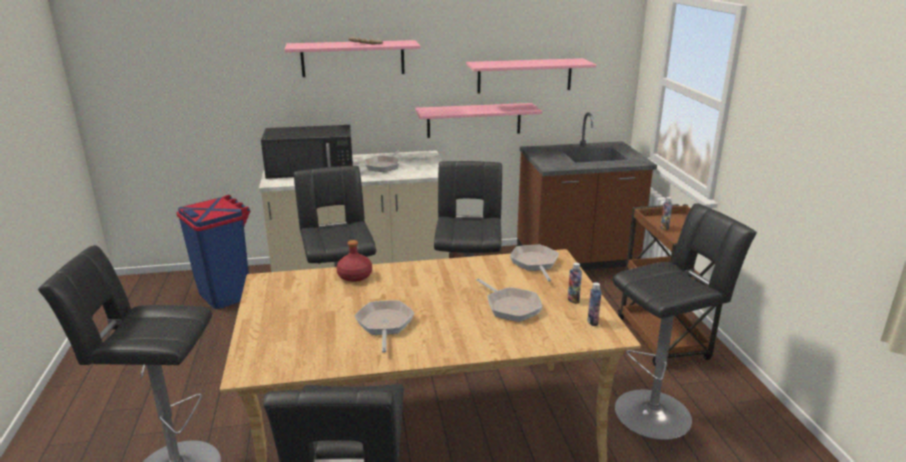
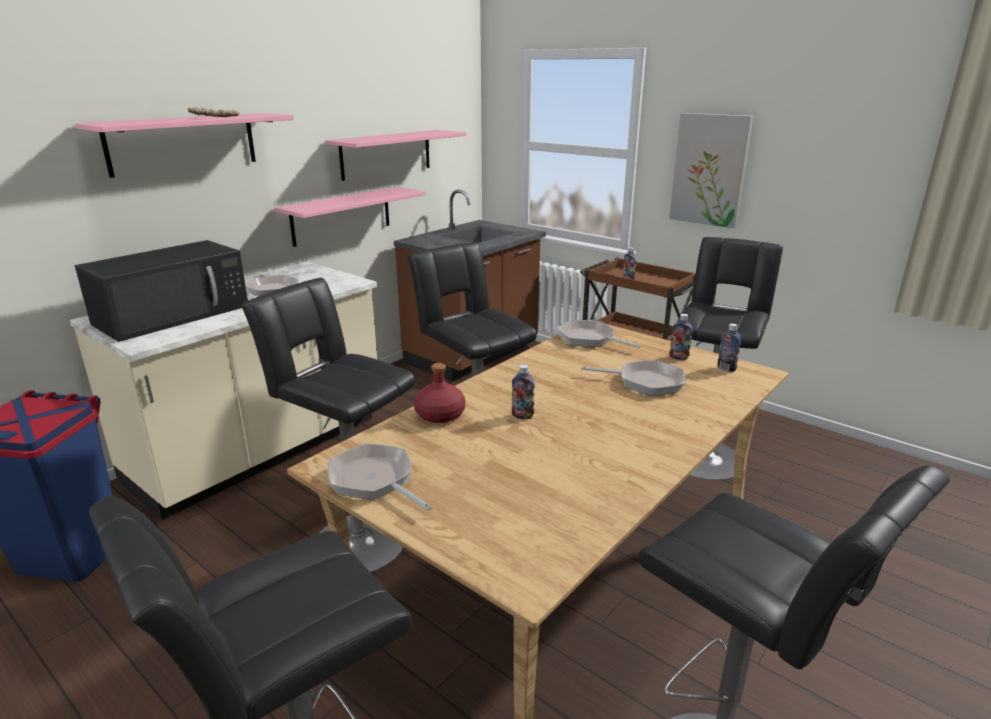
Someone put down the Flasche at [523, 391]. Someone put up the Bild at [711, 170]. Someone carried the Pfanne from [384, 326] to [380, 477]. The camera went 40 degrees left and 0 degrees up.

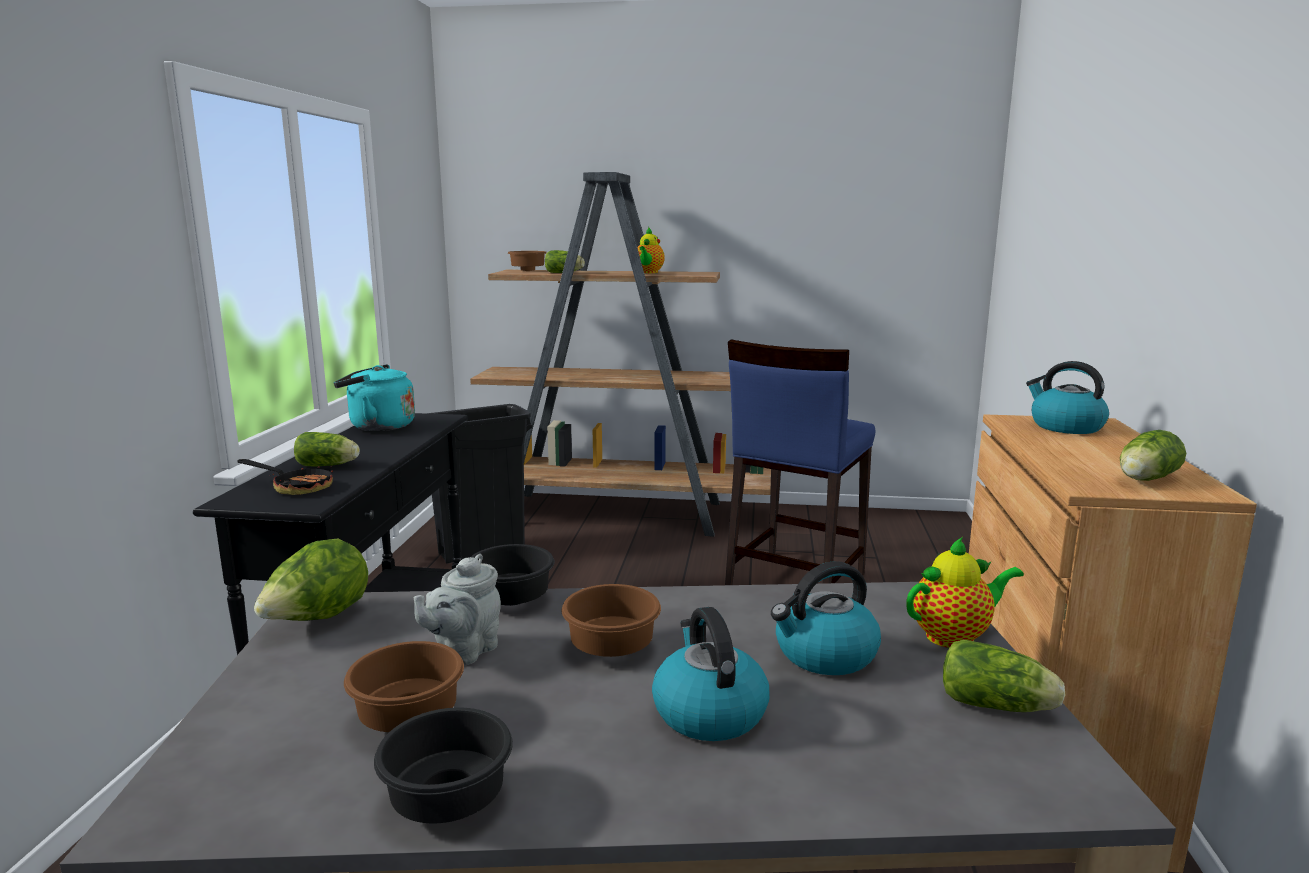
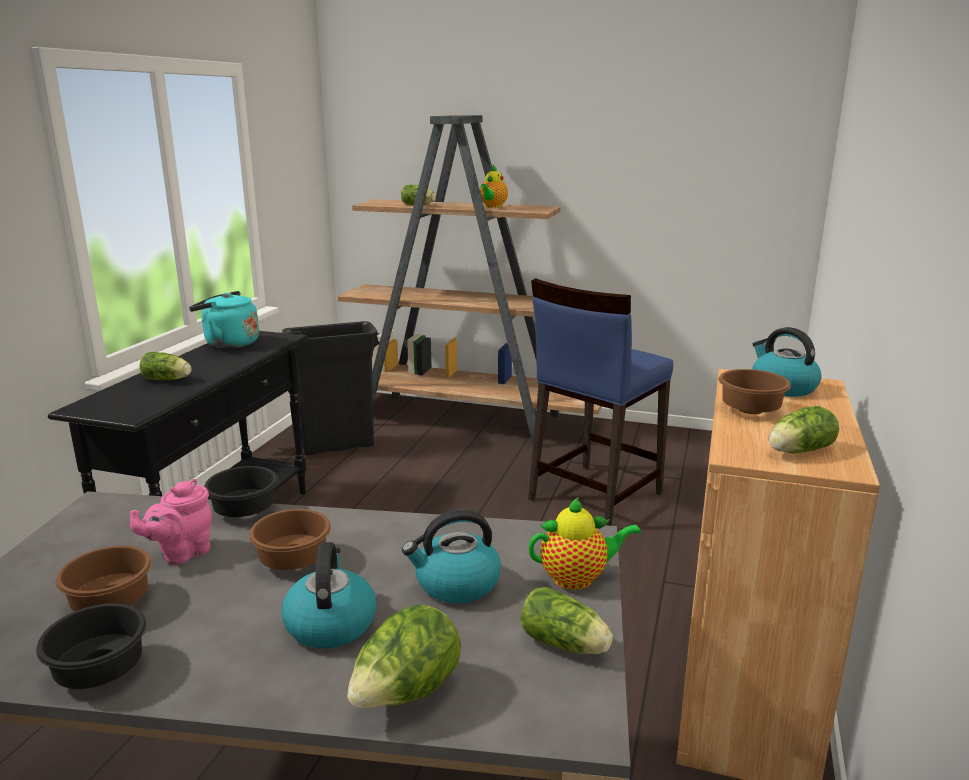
Someone took away the Pfanne at [285, 477]. Someone carried the Salatkopf from [311, 580] to [404, 656]. Someone carried the Schüssel [braun] from [527, 261] to [755, 391]. Someone repainted the Teekanne [grau] at [457, 609], which became the Teekanne [rosa] at [171, 522]. The camera went 10 degrees right and 5 degrees up.

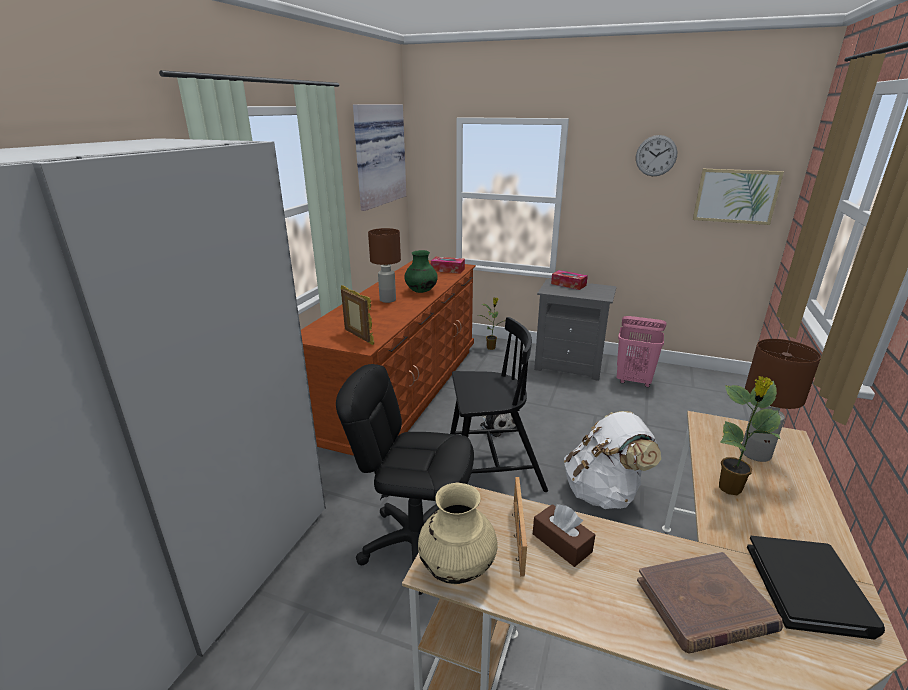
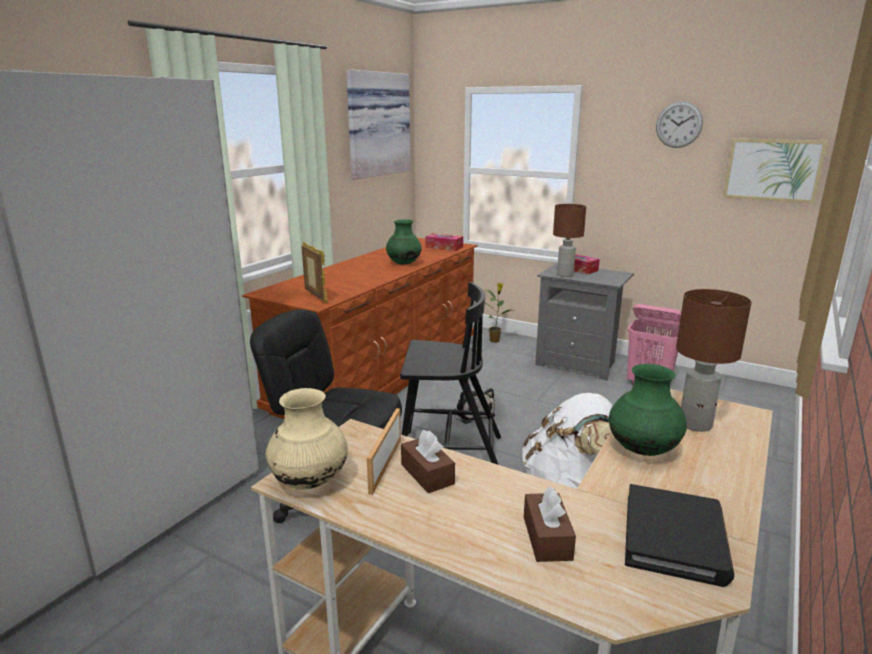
Someone carried the Tischlampe [braun] from [384, 265] to [569, 240]. Someone swapped the Buch [braun] at [710, 603] for the Taschentuchbox [braun] at [550, 524]. Someone swapped the Topfpflanze at [750, 435] for the Vase [grün] at [648, 410]. The camera went 10 degrees right and 5 degrees down.

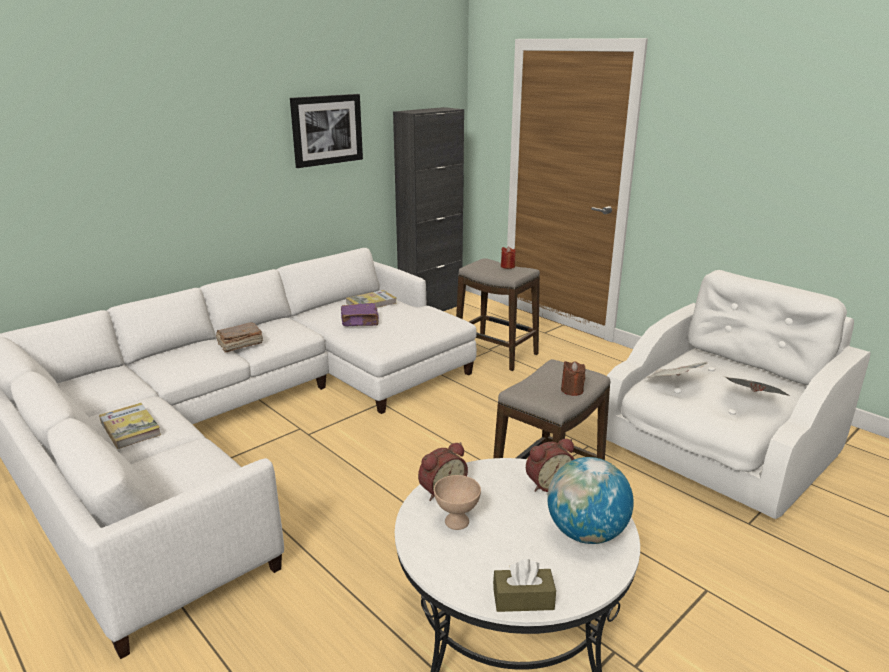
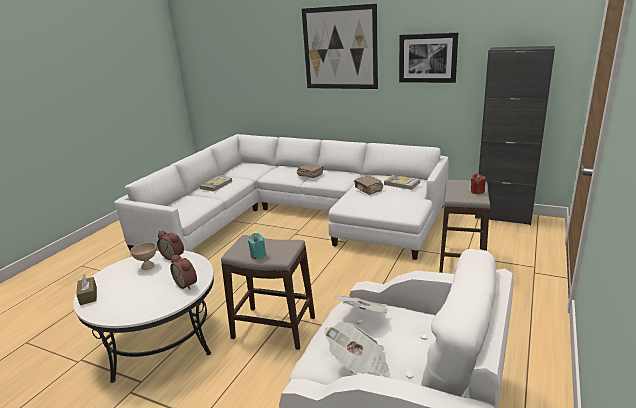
Someone took away the Globus at [590, 500]. Someone put up the Bild at [340, 46]. Someone repainted the Buch [lila] at [360, 314], which became the Buch [braun] at [368, 185]. Someone repainted the Kerze [braun] at [573, 378], which became the Kerze [türkis] at [257, 246]. The camera went 70 degrees right and 0 degrees up.

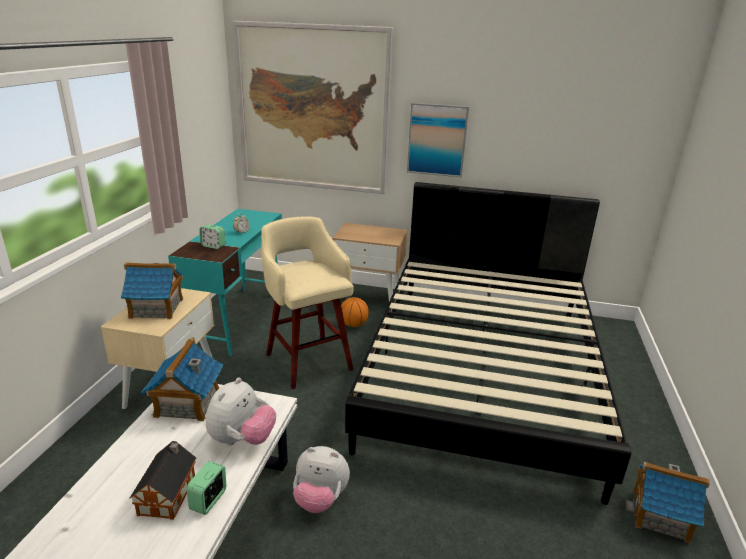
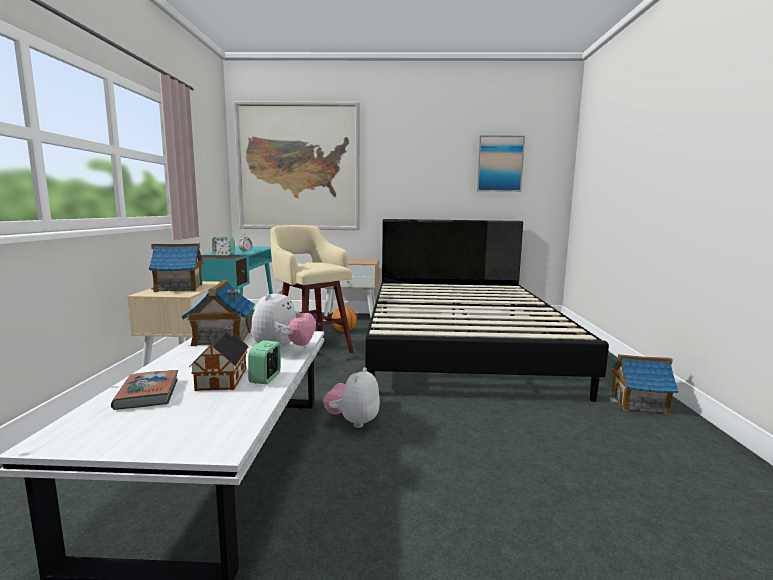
Someone put down the Buch at [144, 390]. Someone carried the Bild from [438, 140] to [501, 163]. Someone rotated the Plüschtier at [321, 479] by 105 degrees clockwise. The camera went 10 degrees left and 15 degrees down.

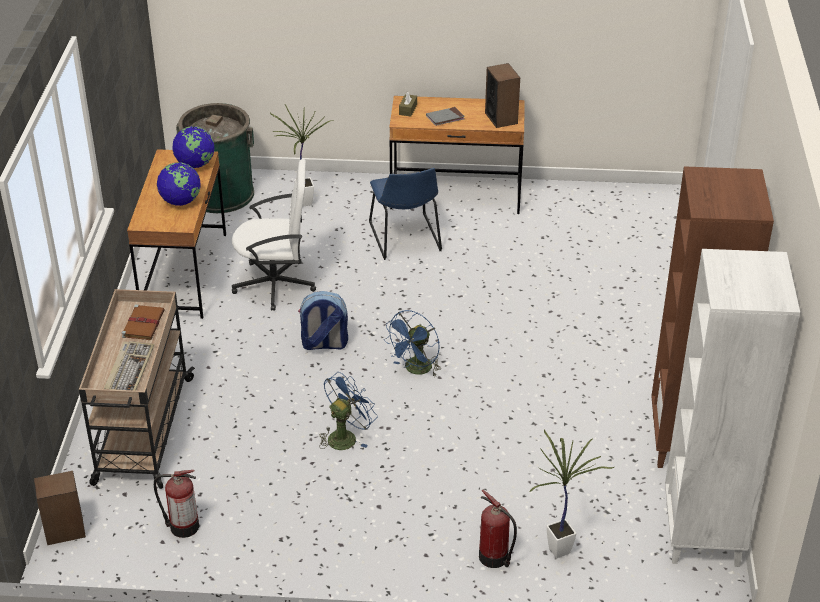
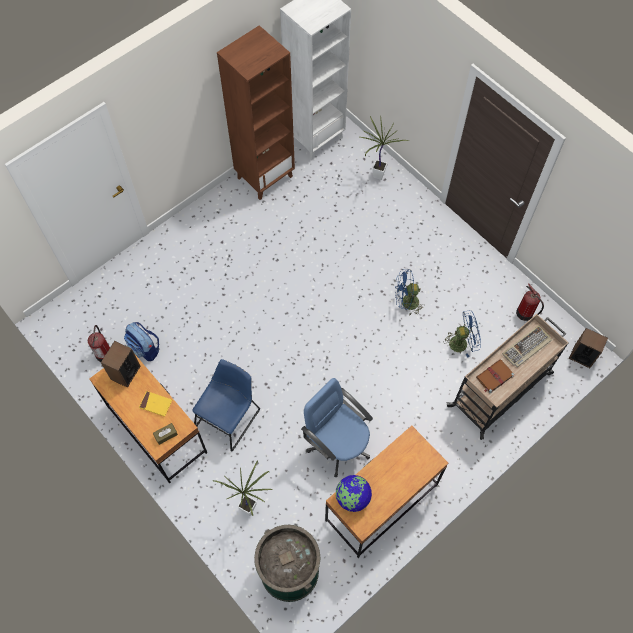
Someone took away the Globus at [179, 184]. Someone carried the Rucksack from [323, 320] to [141, 341]. Someone carried the Ventilator [blau] from [412, 343] to [462, 333]. Someone carried the Feuerlöscher from [498, 529] to [99, 343]. Someone repainted the Bürostuhl [weiß] at [274, 235], which became the Bürostuhl [blau] at [337, 428]. Someone repainted the Buch [grau] at [445, 116], which became the Buch [gelb] at [155, 404]. The camera went 135 degrees left and 25 degrees up.

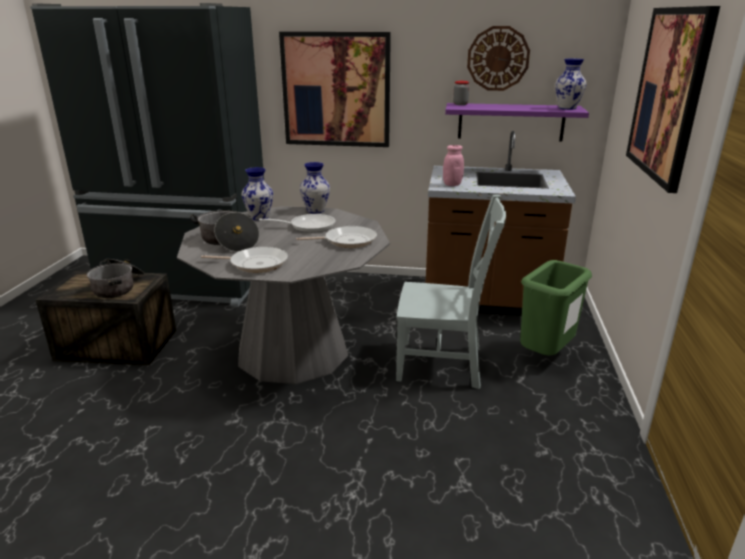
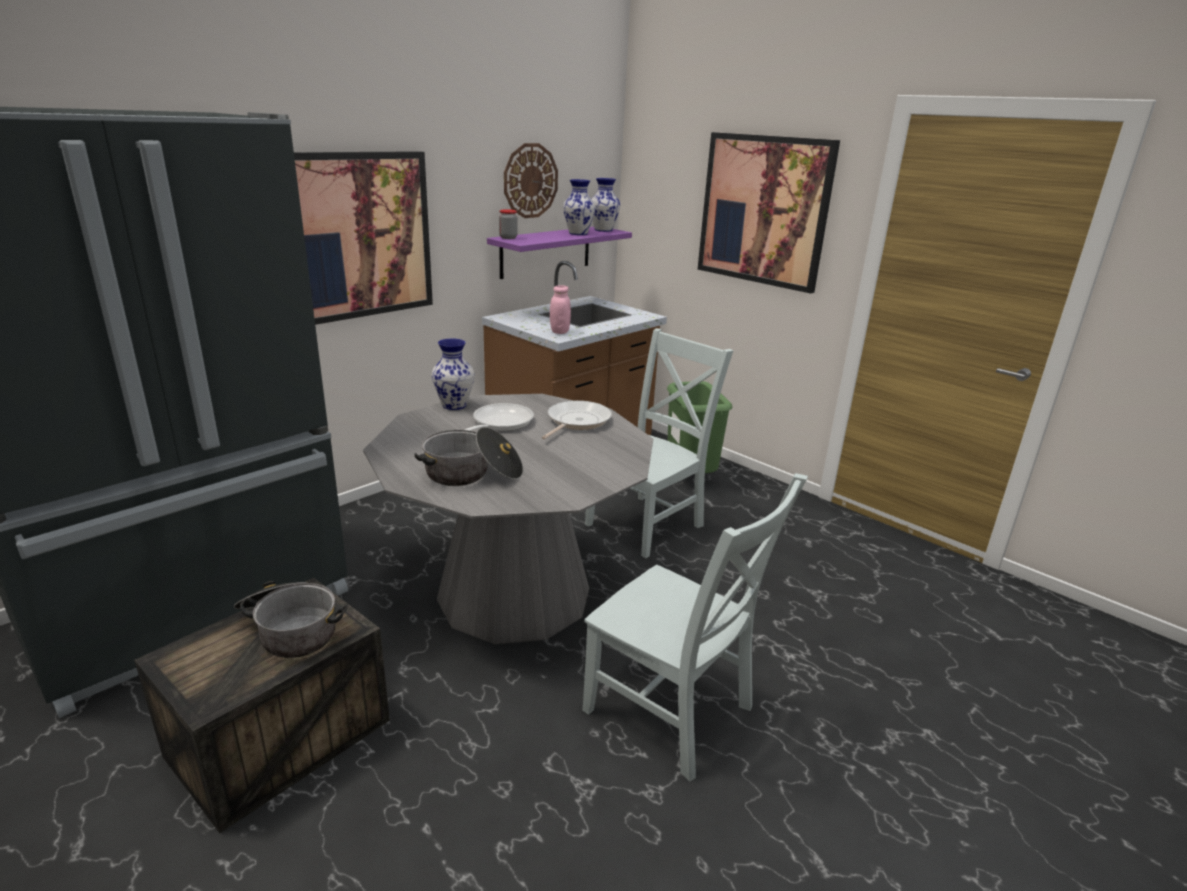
Someone took away the Pfanne at [244, 260]. Someone put down the Stuhl [grau] at [695, 627]. Someone carried the Vase from [257, 194] to [579, 207]. The camera went 55 degrees left and 0 degrees up.

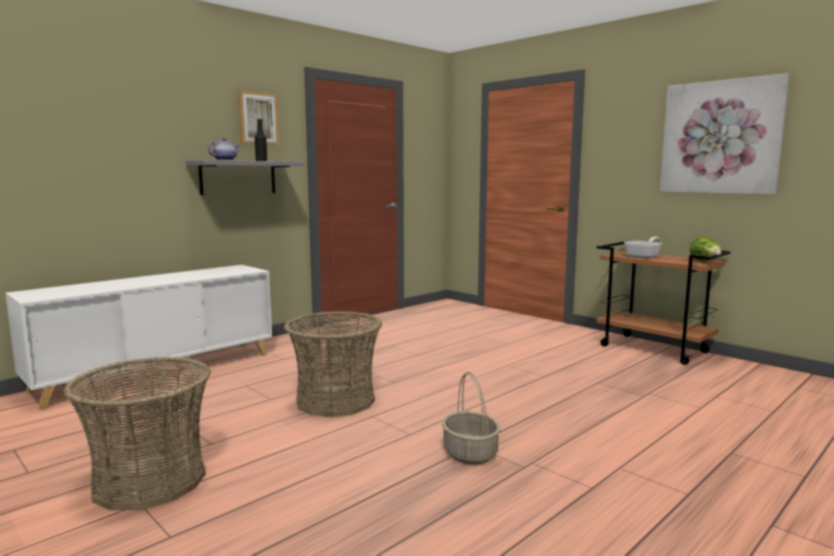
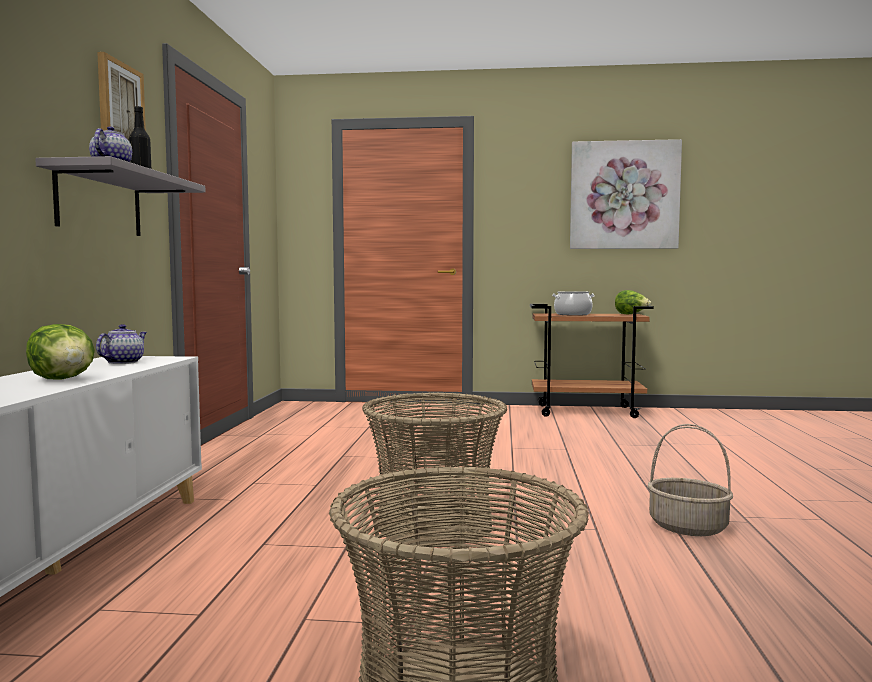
Someone put down the Salatkopf at [60, 352]. Someone put down the Teekanne at [121, 344]. Someone swapped the Pfanne at [643, 247] for the Kochtopf at [573, 303]. The camera went 40 degrees left and 5 degrees down.

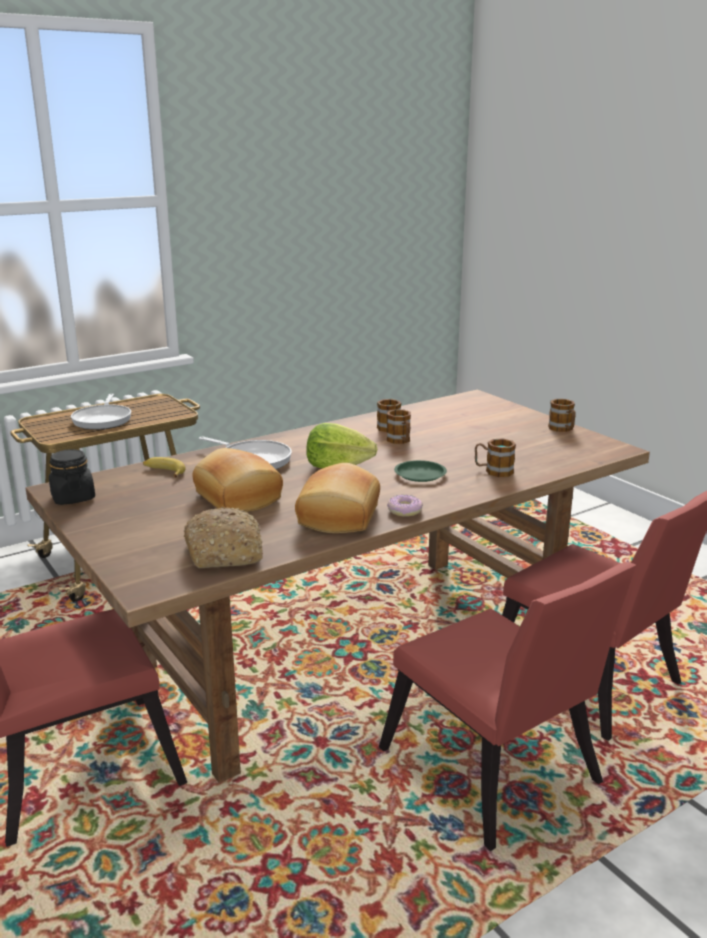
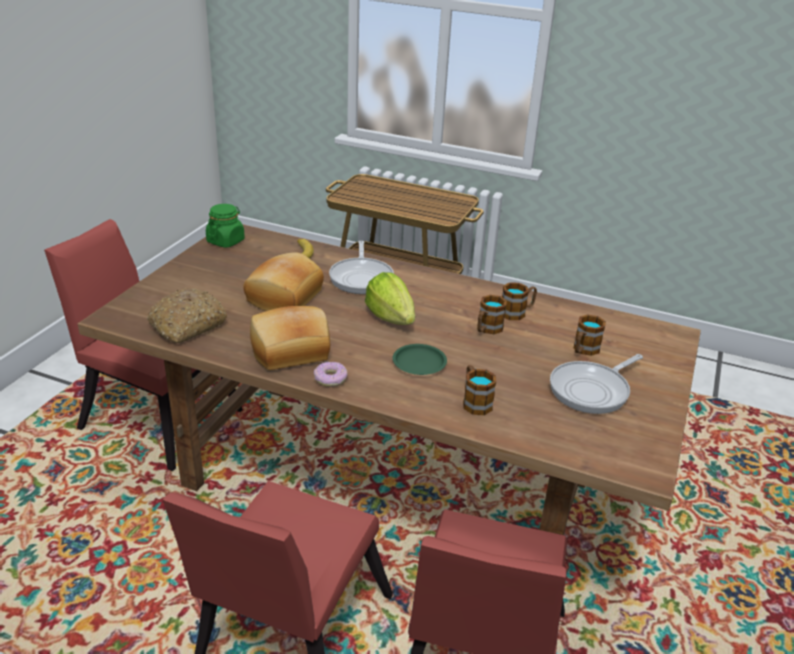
Someone carried the Pfanne from [101, 411] to [596, 384]. Someone carried the Henkelbecher from [562, 415] to [590, 335]. Someone repainted the Vorratsglas [schwarz] at [72, 477], which became the Vorratsglas [grün] at [225, 226]. The camera went 55 degrees right and 10 degrees up.

